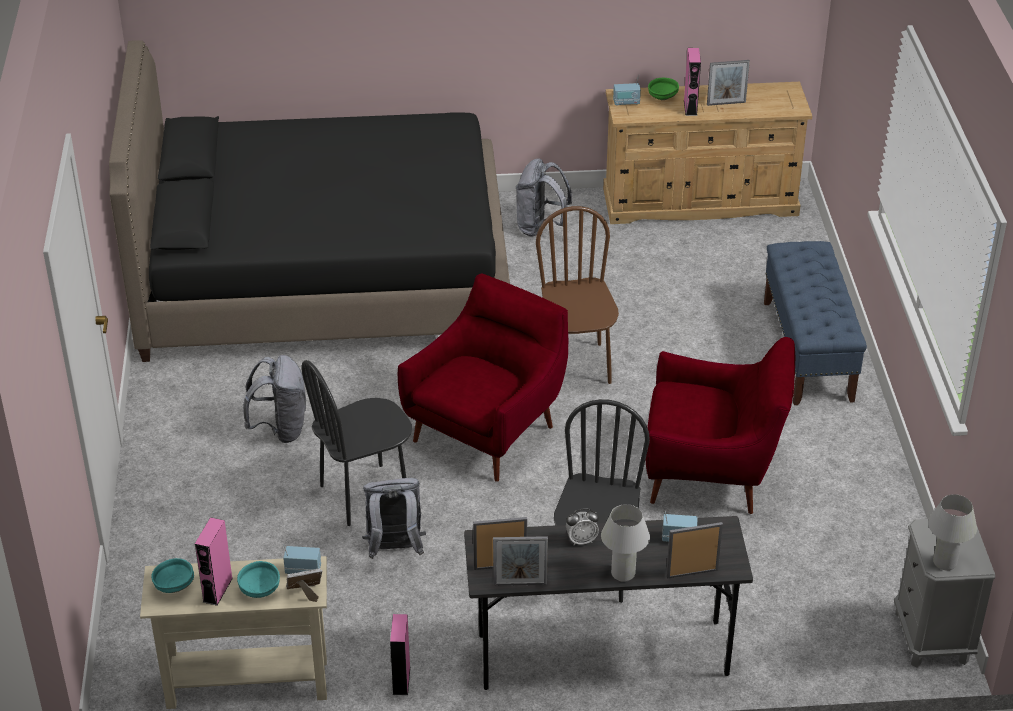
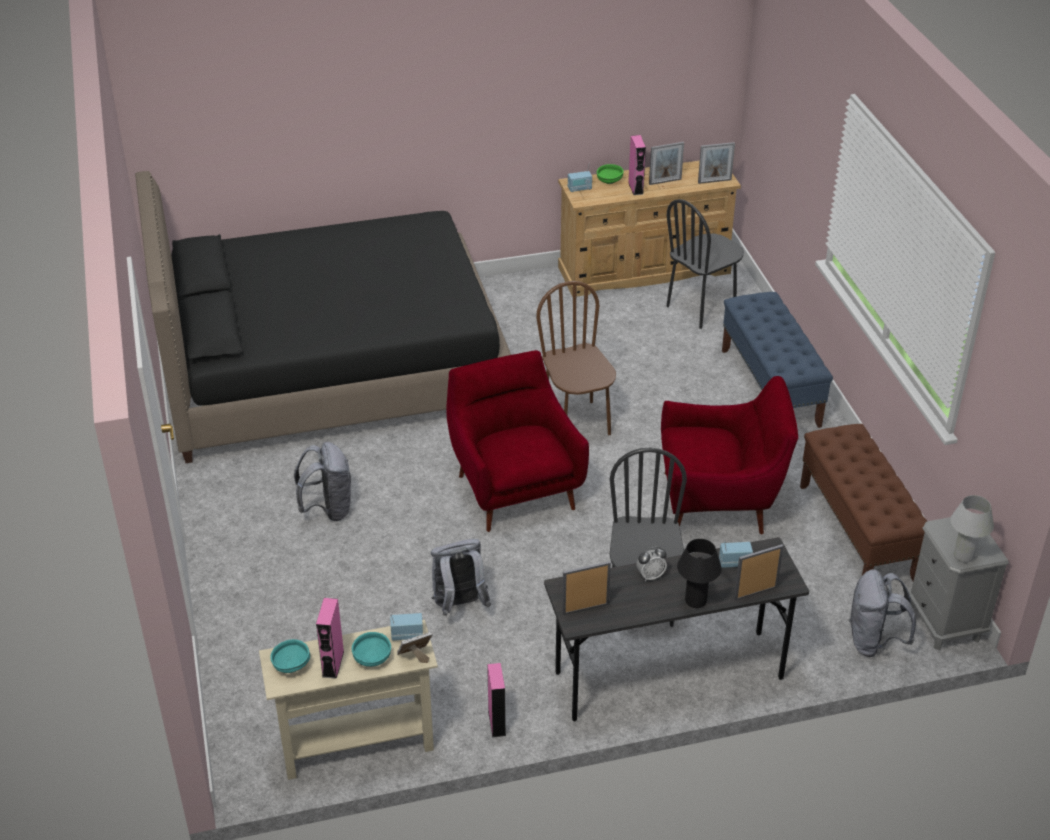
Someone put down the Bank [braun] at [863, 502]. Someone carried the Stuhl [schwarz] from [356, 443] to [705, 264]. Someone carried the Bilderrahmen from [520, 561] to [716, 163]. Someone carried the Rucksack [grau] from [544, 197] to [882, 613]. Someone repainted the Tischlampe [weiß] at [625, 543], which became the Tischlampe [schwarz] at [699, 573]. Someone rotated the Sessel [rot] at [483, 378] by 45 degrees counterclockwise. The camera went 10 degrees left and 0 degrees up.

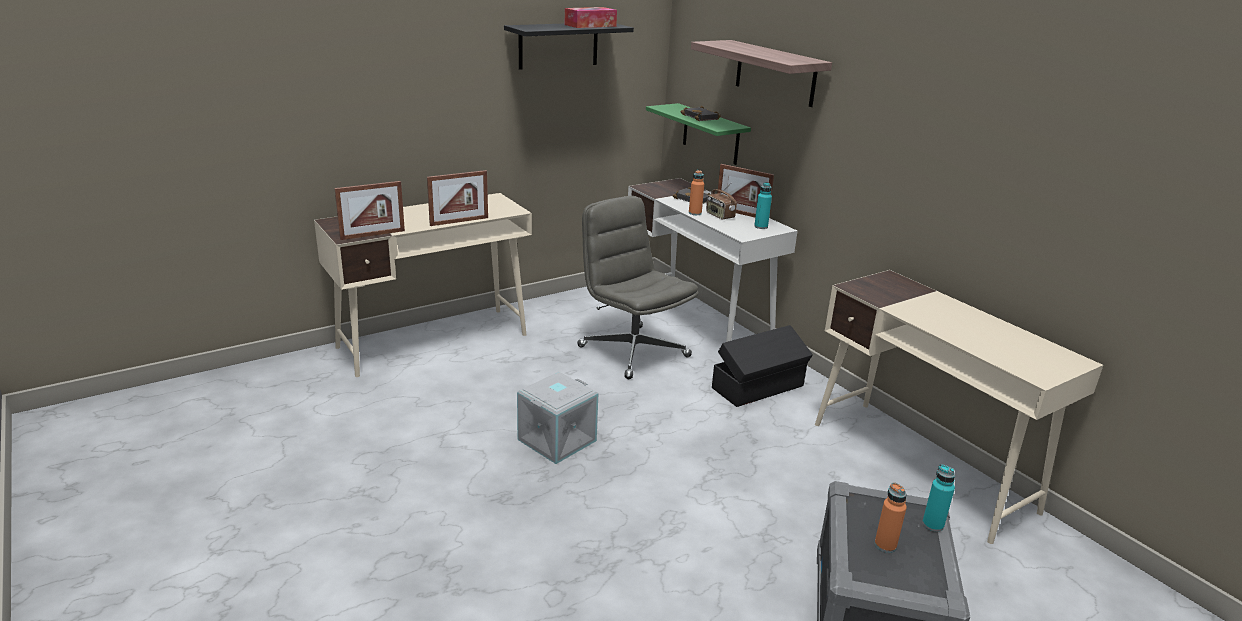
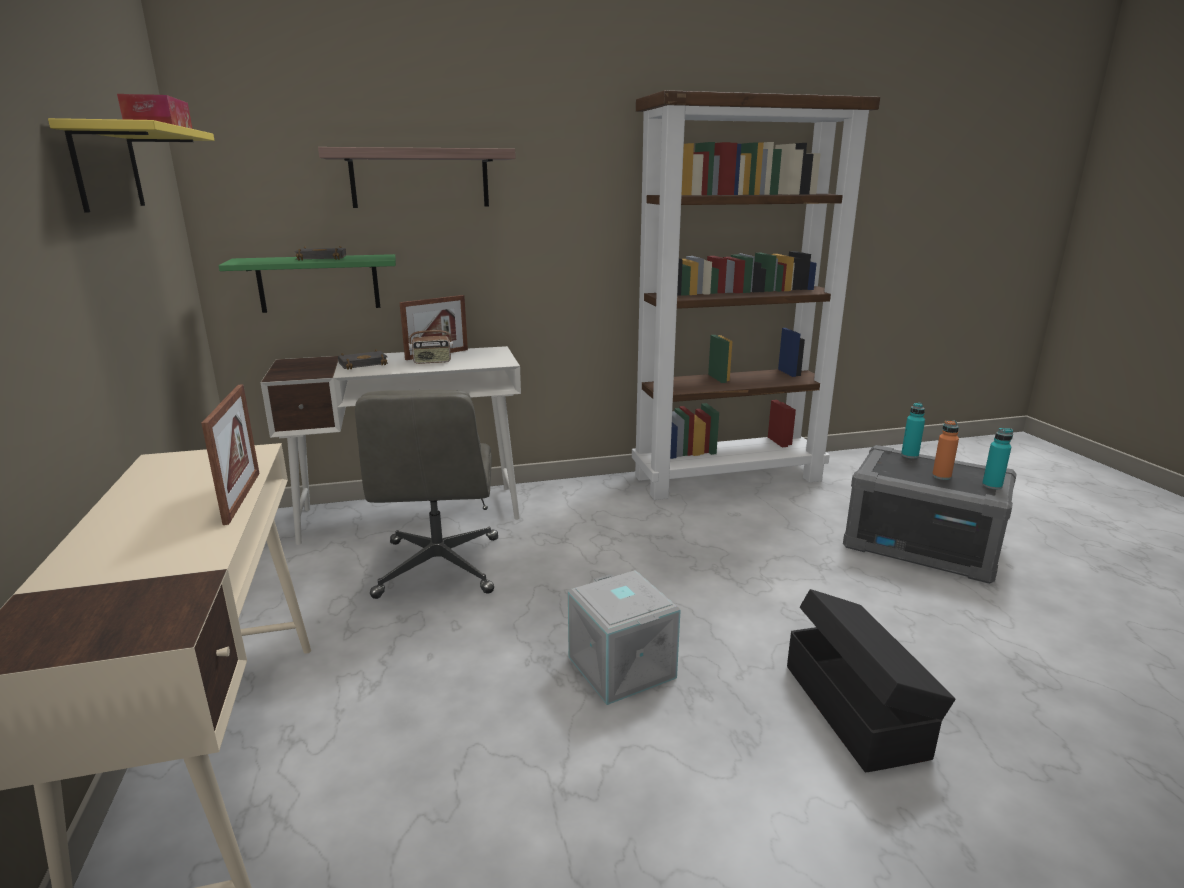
Someone took away the Bilderrahmen at [369, 210]. Someone took away the Flasche [orange] at [696, 192]. Someone carried the Aufbewahrungsbox [schwarz] from [762, 366] to [871, 680]. Someone carried the Flasche [türkis] from [763, 205] to [997, 458]. Someone swapped the Schreibtisch [beige] at [959, 407] for the Bücherregal [braun] at [756, 295]. Someone repainted the Wandregal [schwarz] at [569, 46], which became the Wandregal [gelb] at [131, 165]. Someone rotated the Bürostuhl [grau] at [638, 287] by 75 degrees counterclockwise. The camera went 70 degrees left and 5 degrees down.

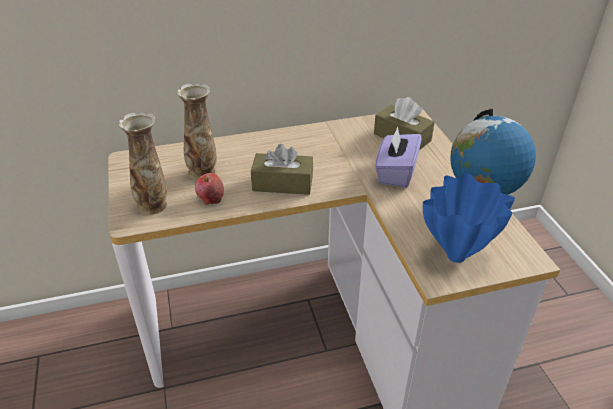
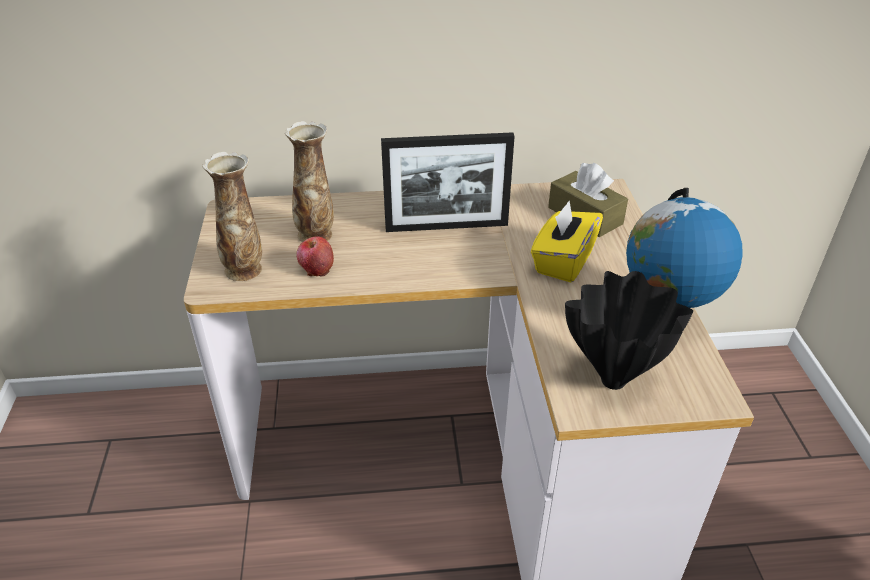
Someone took away the Taschentuchbox [braun] at [282, 169]. Someone put down the Bilderrahmen at [448, 182]. Someone repainted the Taschentuchbox [lila] at [398, 157], which became the Taschentuchbox [gelb] at [567, 242]. Someone repainted the Vase [blau] at [469, 218], which became the Vase [schwarz] at [629, 330]. The camera went 10 degrees right and 0 degrees up.

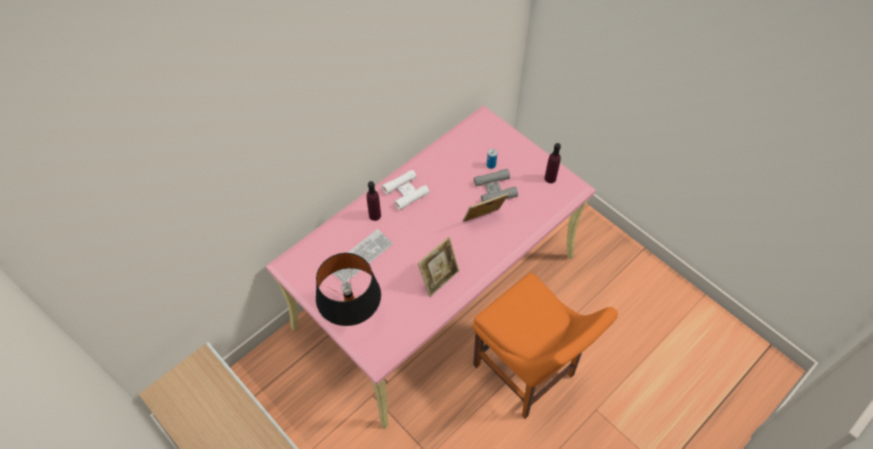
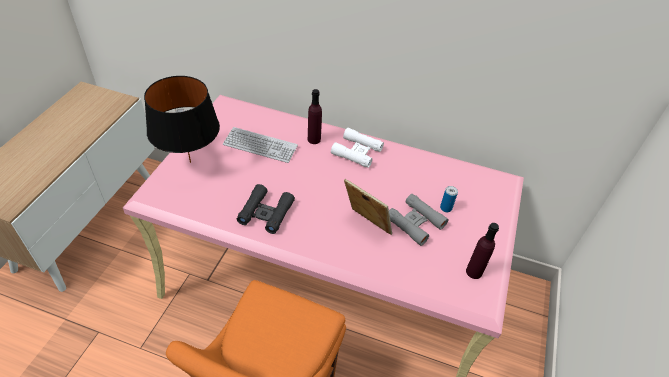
Someone swapped the Bilderrahmen at [438, 267] for the Fernglas [schwarz] at [266, 209]. The camera went 60 degrees right and 10 degrees down.

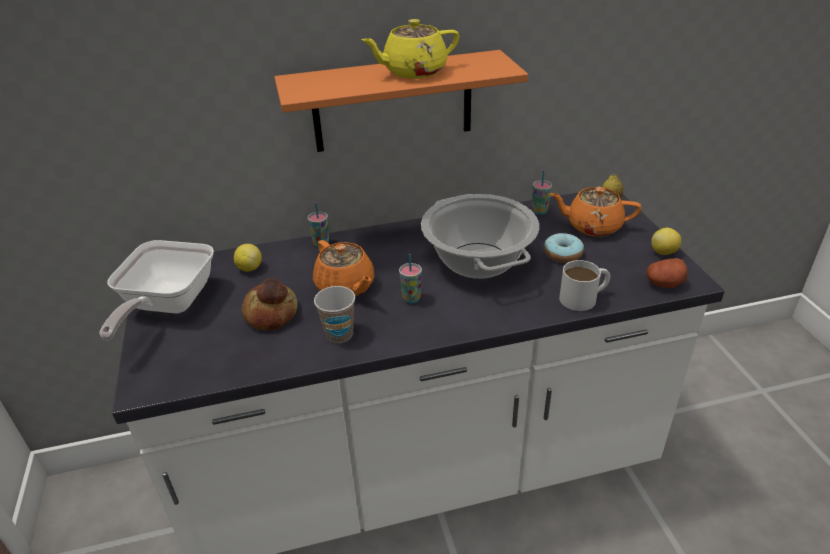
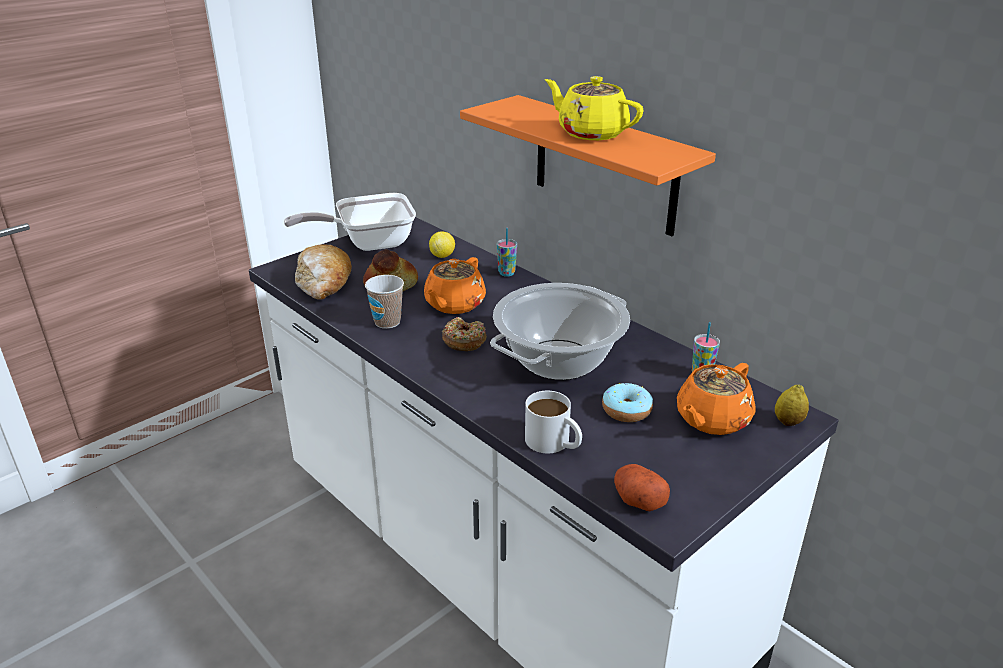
Someone took away the Zitrone at [666, 241]. Someone put down the Brot at [323, 272]. Someone swapped the Tasse at [410, 278] for the Donut at [464, 334]. Someone rotated the Teekanne [orange] at [596, 212] by 120 degrees counterclockwise. The camera went 60 degrees right and 5 degrees down.

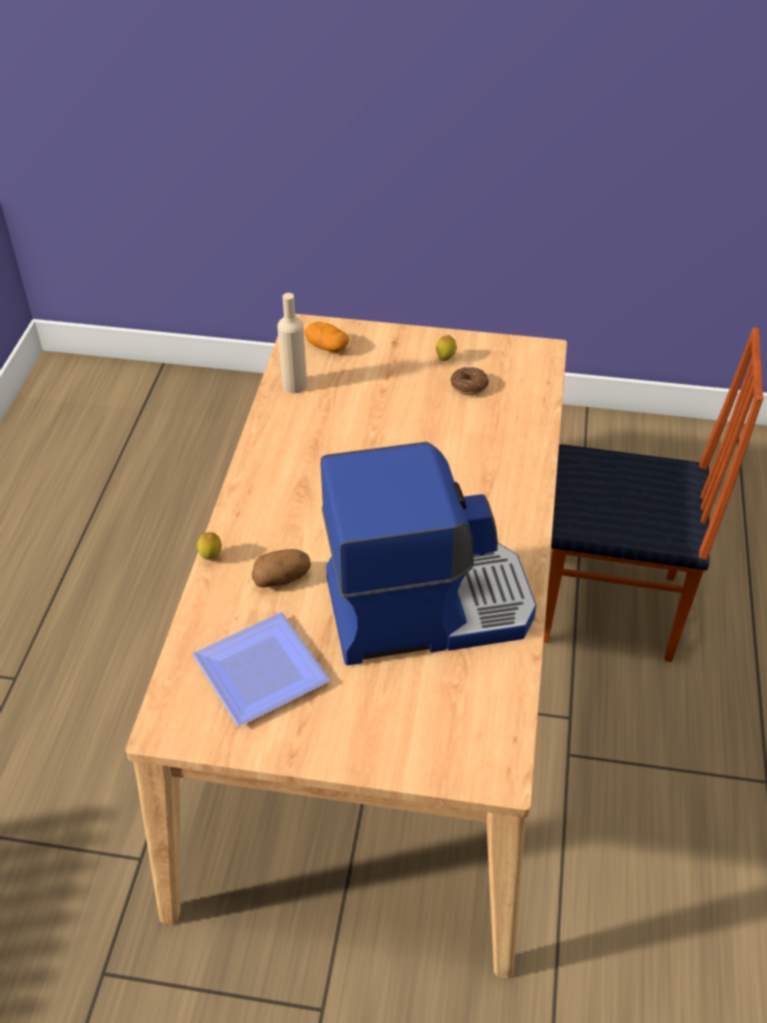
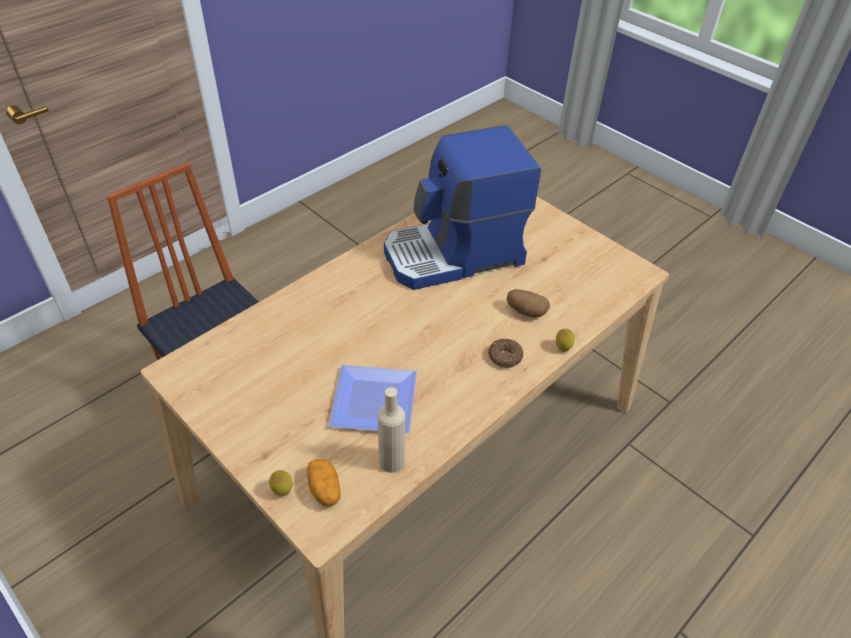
Someone carried the Teller from [261, 669] to [372, 399]. Someone carried the Zitrone from [446, 348] to [281, 483]. Someone carried the Donut from [469, 381] to [505, 353]. Someone rotated the Kaffeemaschine at [428, 554] by 45 degrees counterclockwise. The camera went 145 degrees left and 0 degrees up.

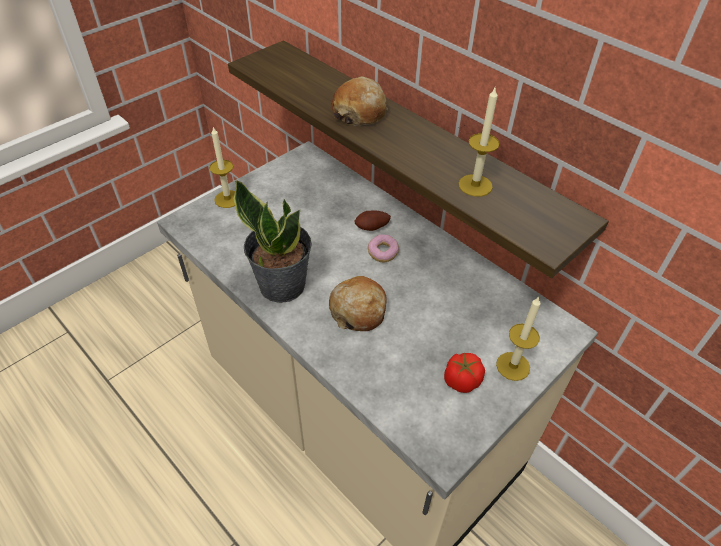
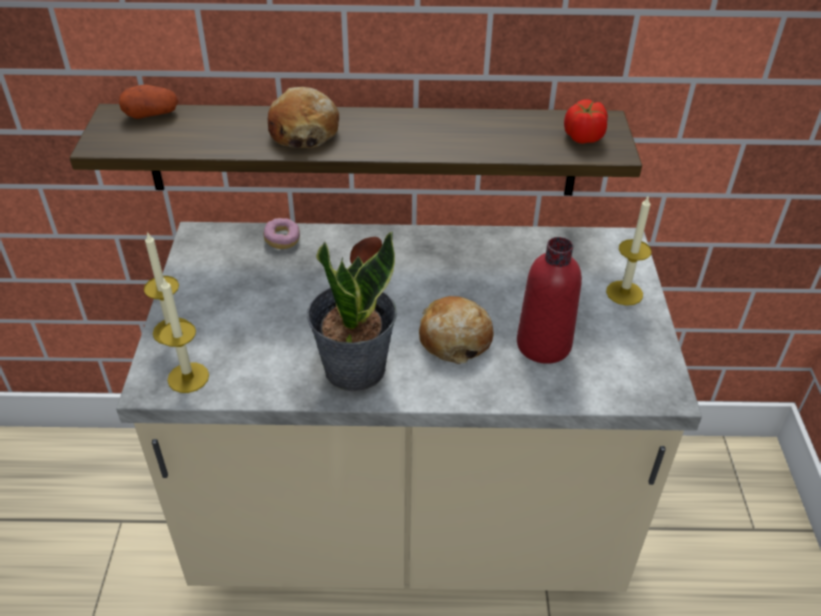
Someone put down the Kartoffel at [148, 101]. Someone put down the Flasche [rot] at [549, 300]. Someone carried the Donut from [383, 248] to [282, 233]. Someone carried the Tomate from [464, 373] to [586, 121]. Someone carried the Kerze from [479, 142] to [184, 335]. The camera went 45 degrees left and 5 degrees down.

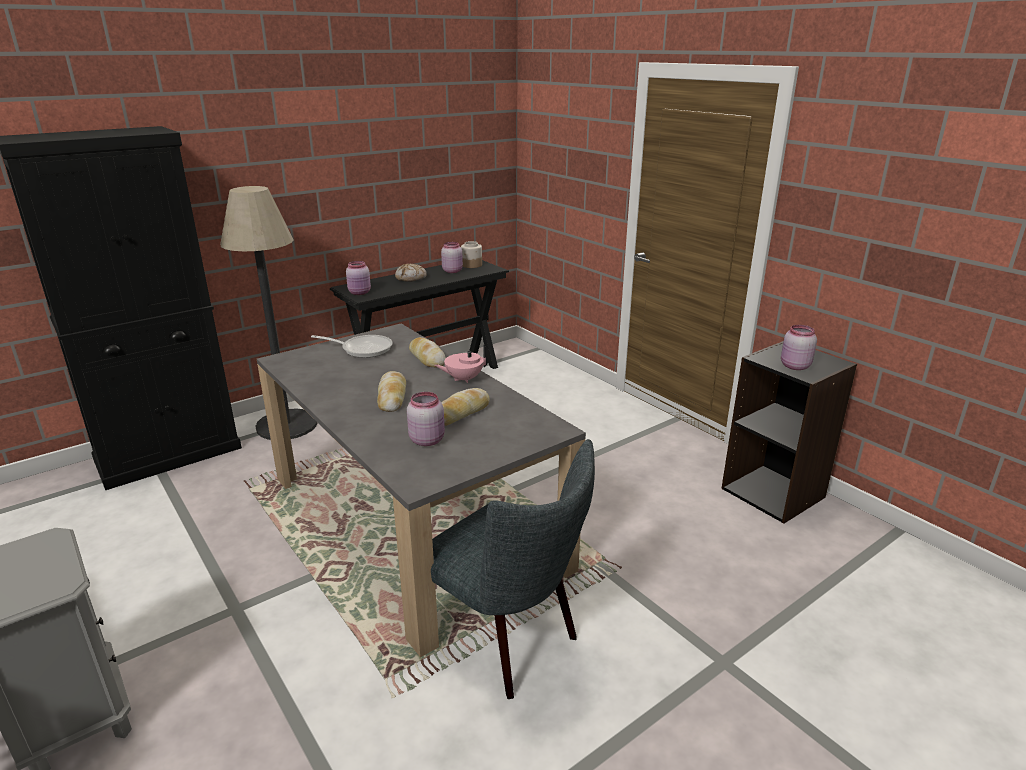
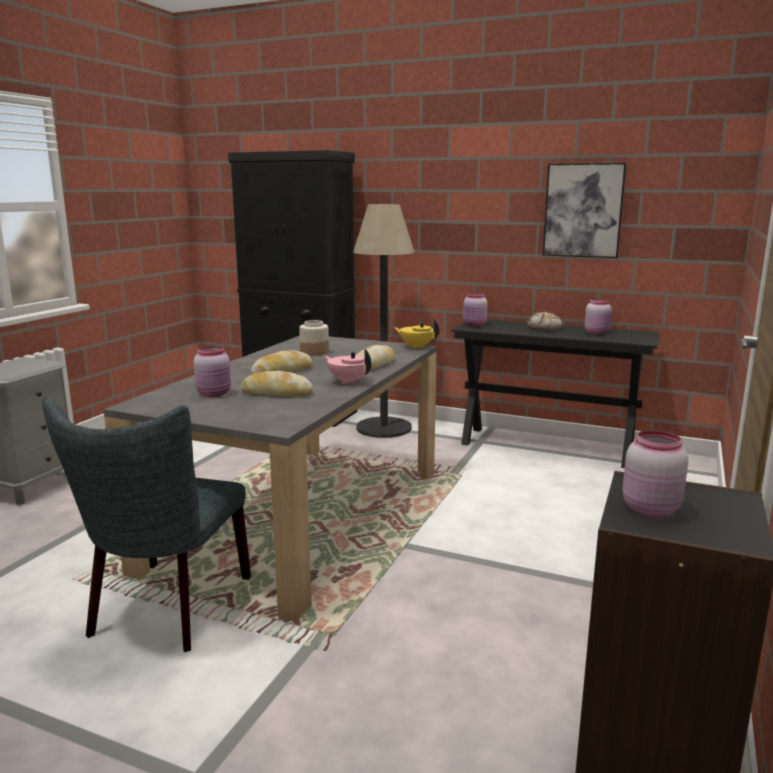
Someone took away the Pfanne at [352, 346]. Someone put down the Teekanne [gelb] at [416, 334]. Someone put up the Bild at [585, 210]. Someone carried the Vorratsglas from [471, 254] to [314, 338]. The camera went 60 degrees right and 10 degrees down.

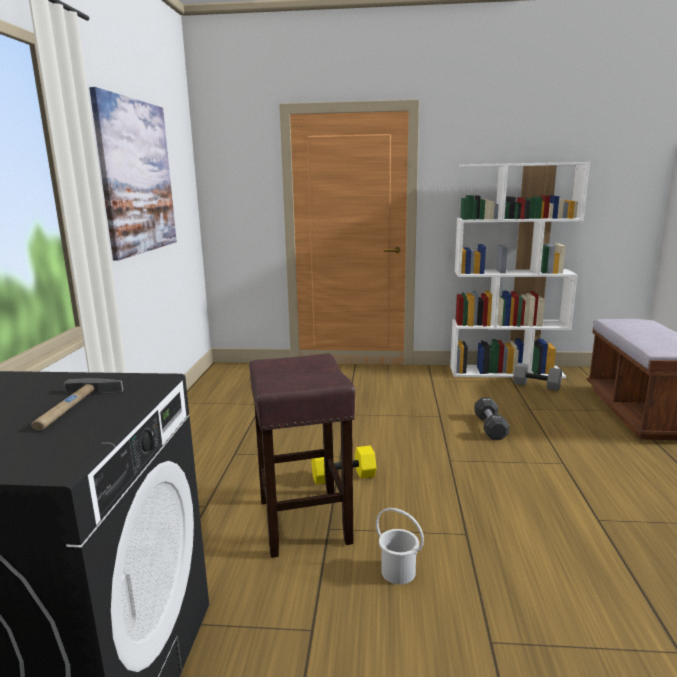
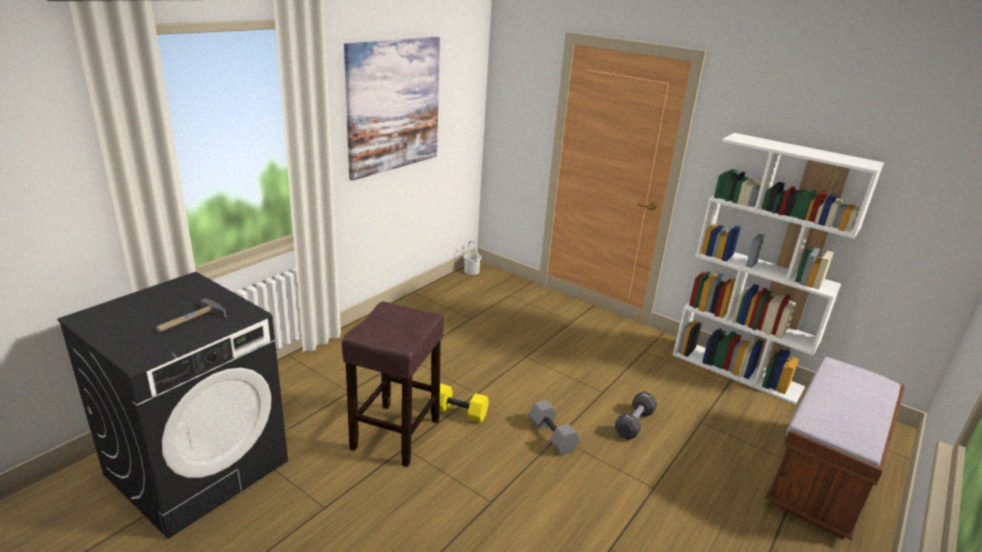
Someone carried the Eimer [weiß] from [400, 546] to [473, 258]. Someone carried the Hantel [grau] from [537, 377] to [554, 427]. The camera went 30 degrees right and 10 degrees up.

